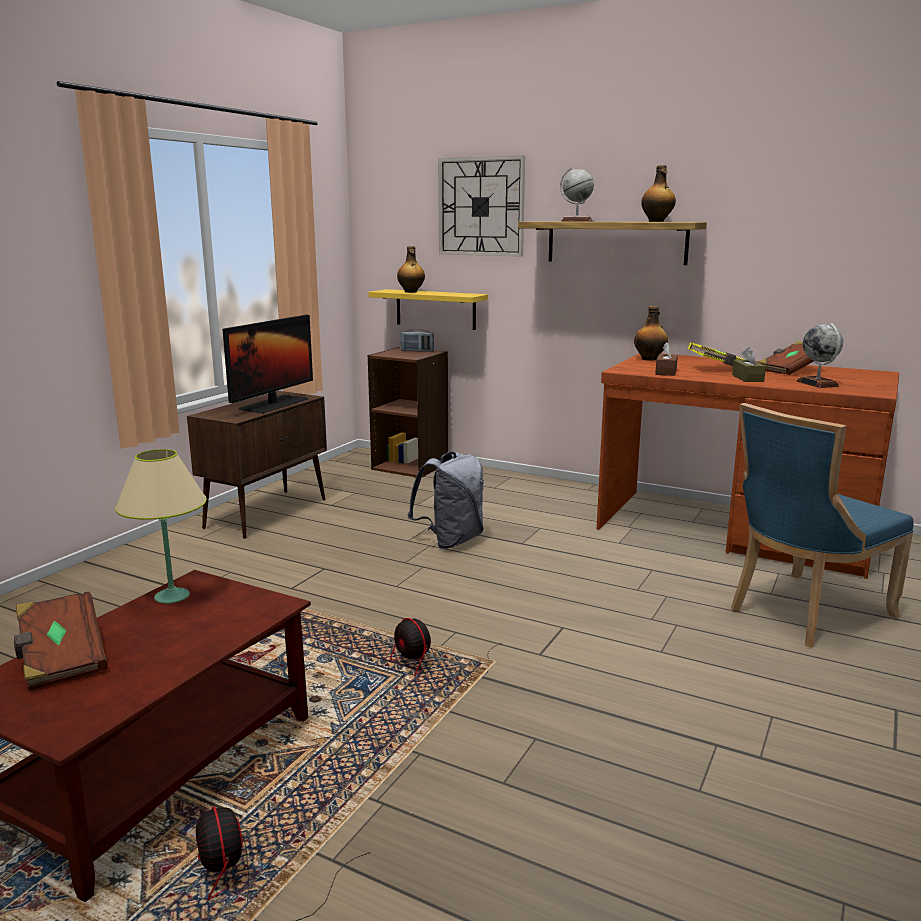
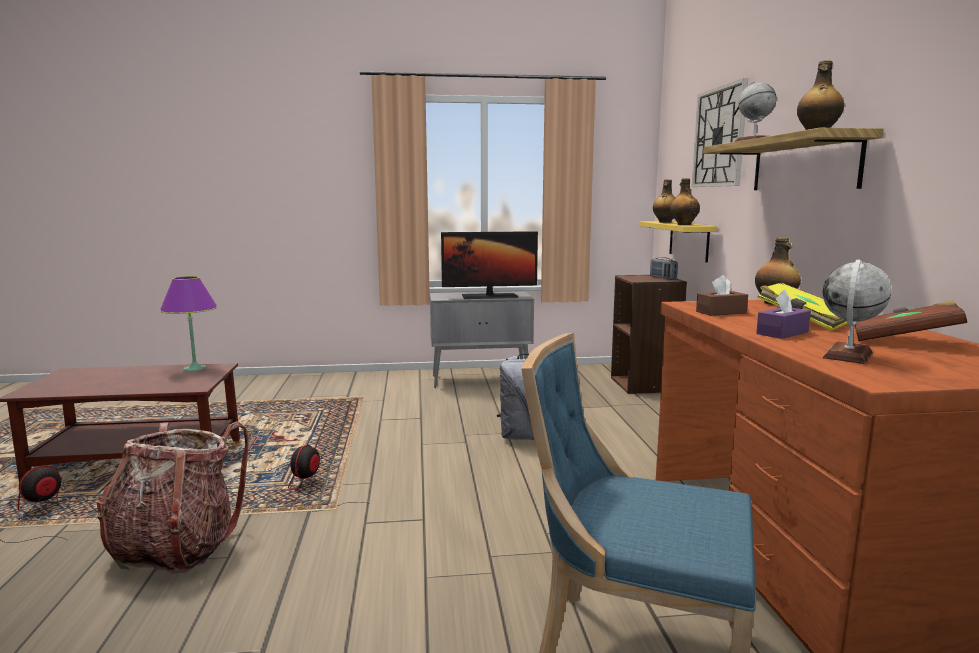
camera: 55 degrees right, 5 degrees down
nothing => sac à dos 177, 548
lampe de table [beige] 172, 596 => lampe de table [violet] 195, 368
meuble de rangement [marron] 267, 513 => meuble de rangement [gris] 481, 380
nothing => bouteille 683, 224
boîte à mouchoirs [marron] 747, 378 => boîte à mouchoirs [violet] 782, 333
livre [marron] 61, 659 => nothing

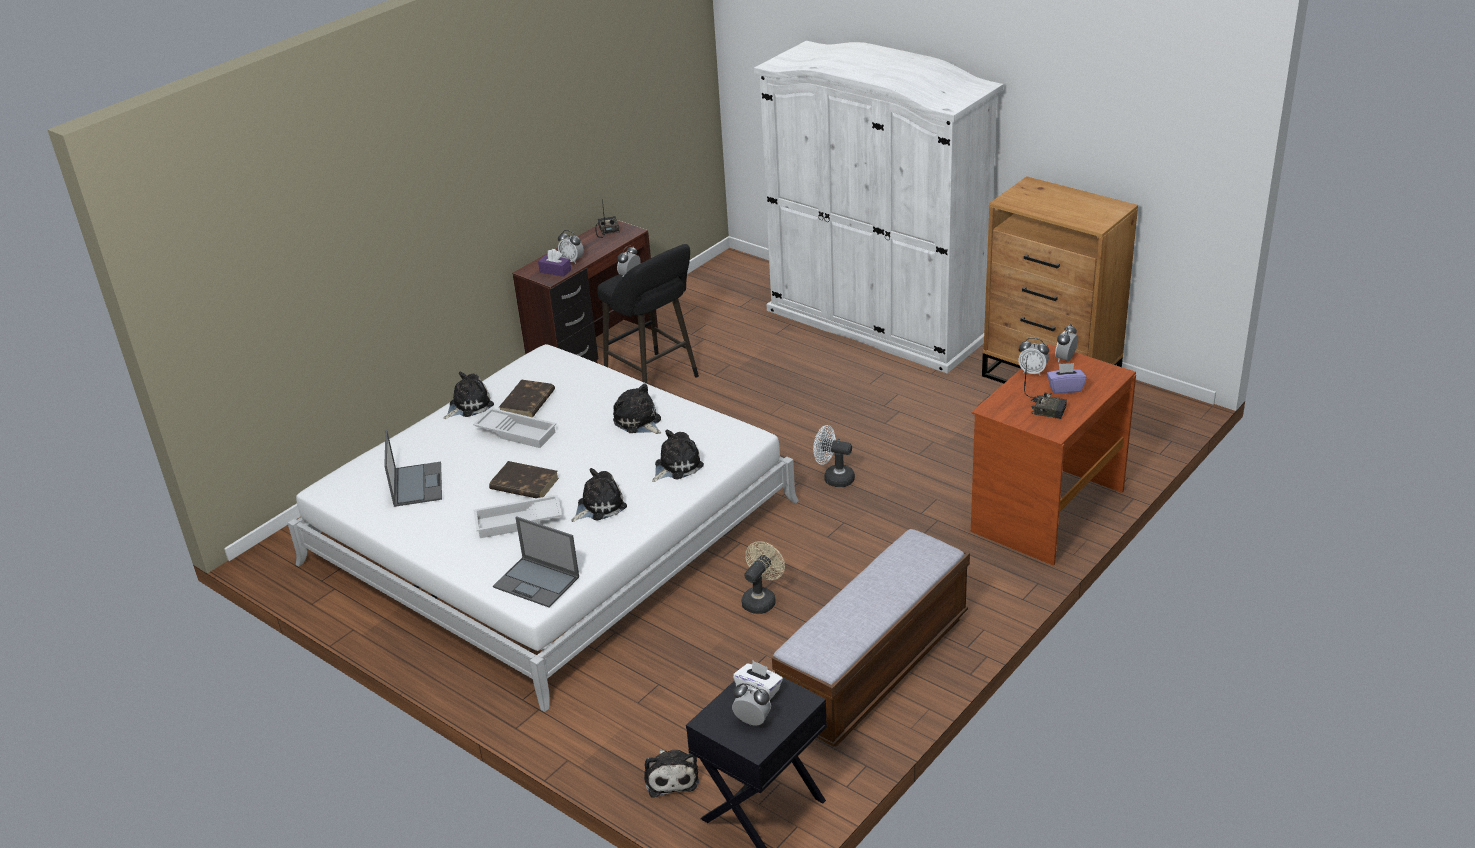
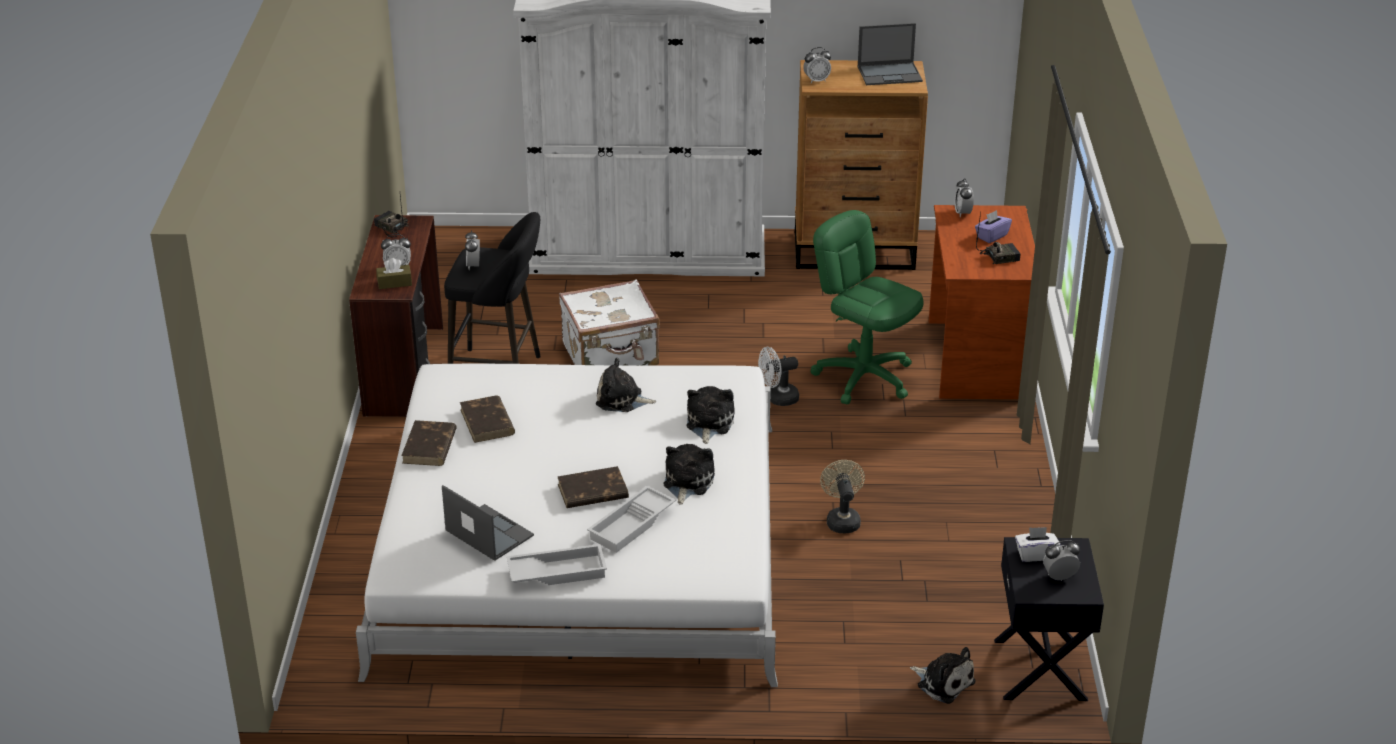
camera: 40 degrees left, 0 degrees up
boîte à mouchoirs [violet] 555, 271 => boîte à mouchoirs [marron] 394, 283
peluche 468, 405 => livre [marron] 429, 447
plateau [blanc] 517, 432 => plateau [blanc] 557, 571, relocated
nothing => valise [blanc] 611, 355
réveil 1032, 372 => réveil 816, 80, relocated
nothing => chaise de bureau [vert] 864, 377
ordinateur portable 537, 582 => ordinateur portable 890, 74, relocated
banc 874, 668 => nothing

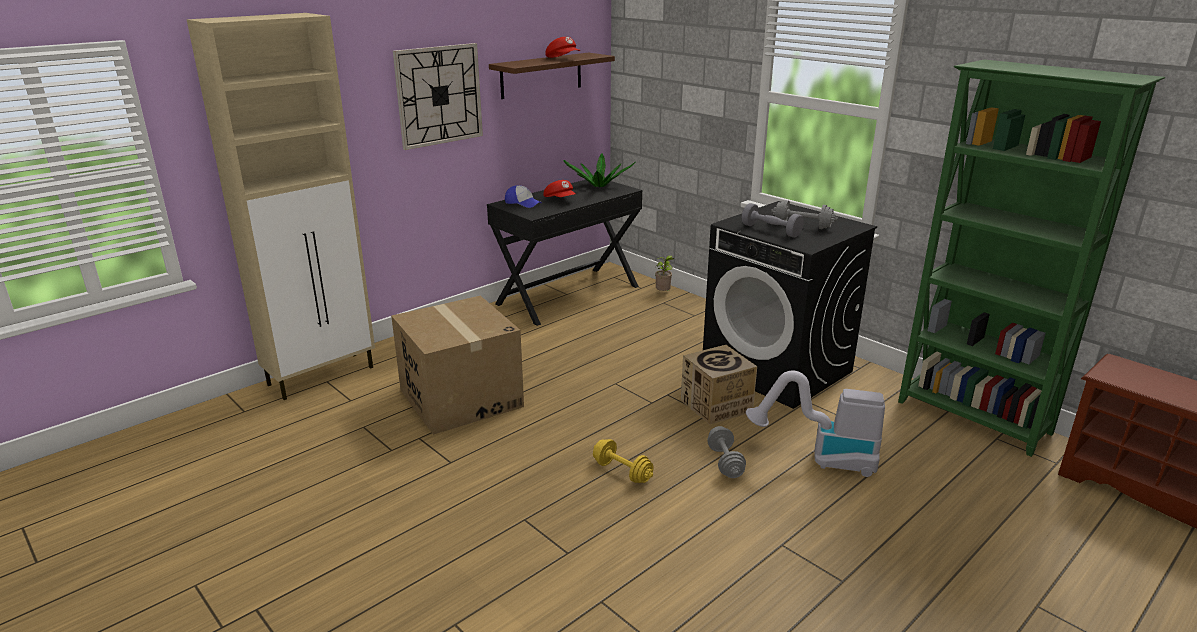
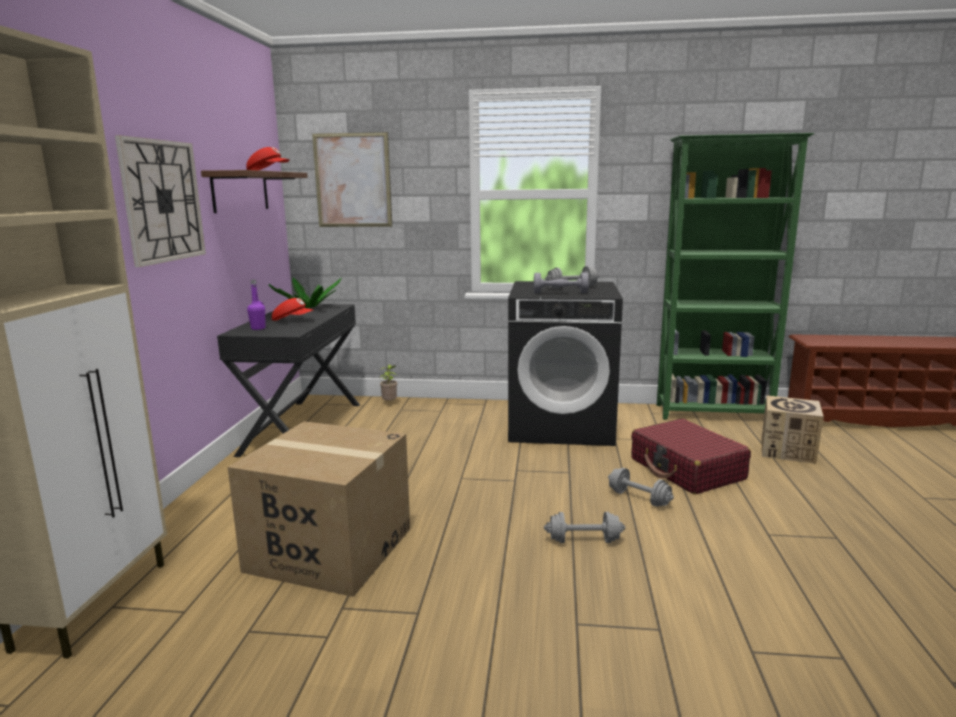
camera: 40 degrees left, 10 degrees down
casquette 523, 203 => bouteille [violet] 258, 328
nothing => tableau 353, 180
haltère [jaune] 622, 472 => haltère [gris] 584, 540
aspirateur 820, 459 => valise [rouge] 687, 469
carton 716, 406 => carton 788, 451, relocated

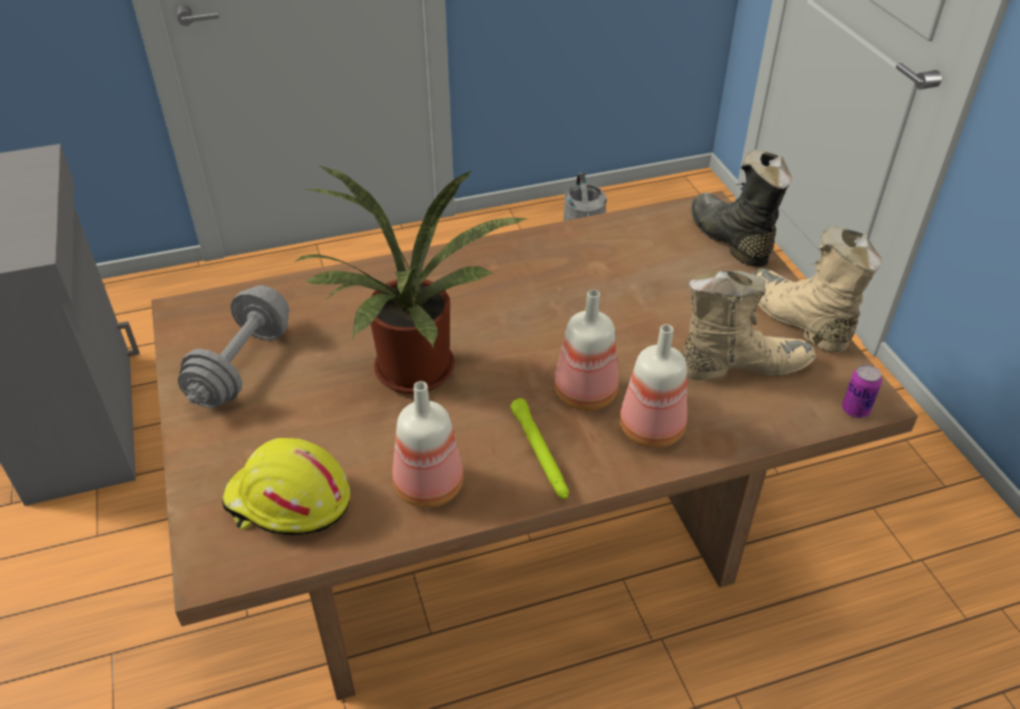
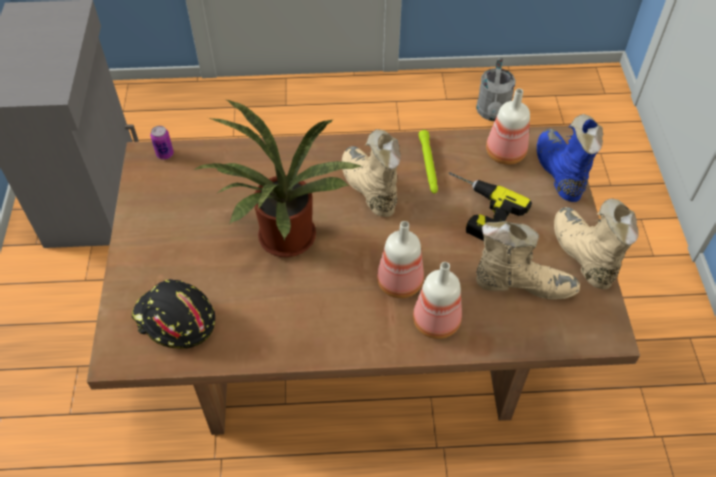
camera: 15 degrees right, 10 degrees up
casque de chantier [jaune] 288, 502 => casque de chantier [noir] 175, 320
boîte métallique 855, 410 => boîte métallique 165, 154, relocated
nothing => botte [beige] 368, 188
lampe de poche [vert] 540, 454 => lampe de poche [vert] 428, 165, relocated
nothing => perceuse 476, 210
bouteille 426, 486 => bouteille 504, 153, relocated
botte [noir] 729, 239 => botte [bleu] 558, 171
haltère [gris] 242, 366 => nothing

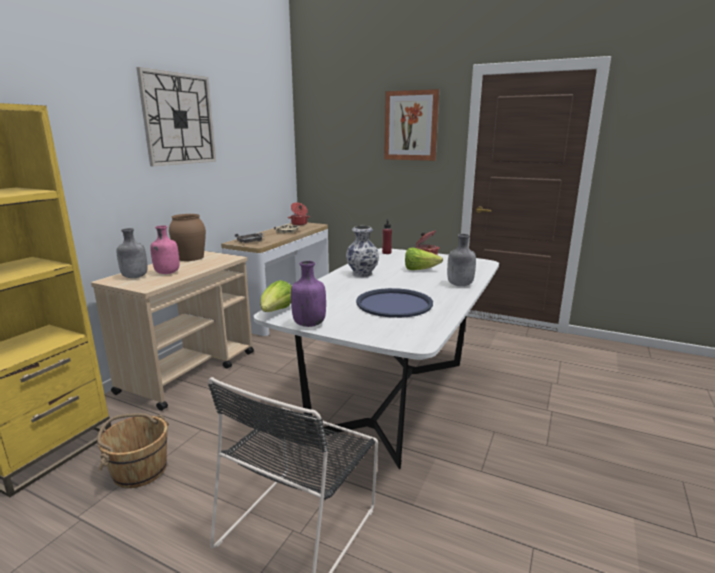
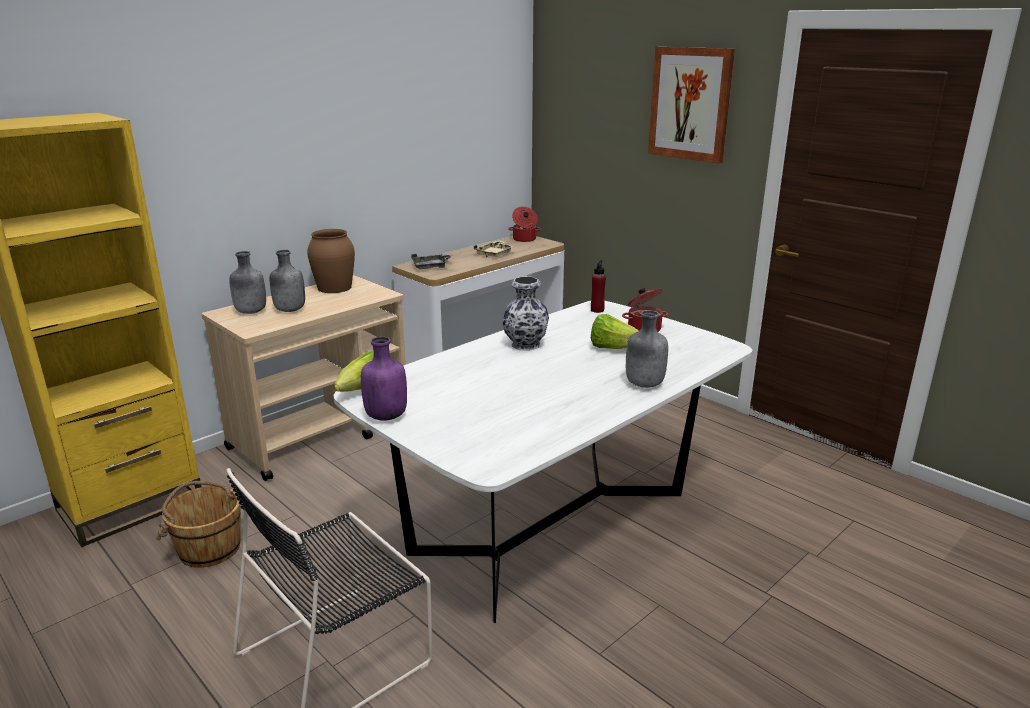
camera: 20 degrees right, 5 degrees up
bouteille [rose] 167, 273 => bouteille [gris] 289, 310
horloge murale 179, 119 => nothing
plateau [bleu] 394, 304 => nothing

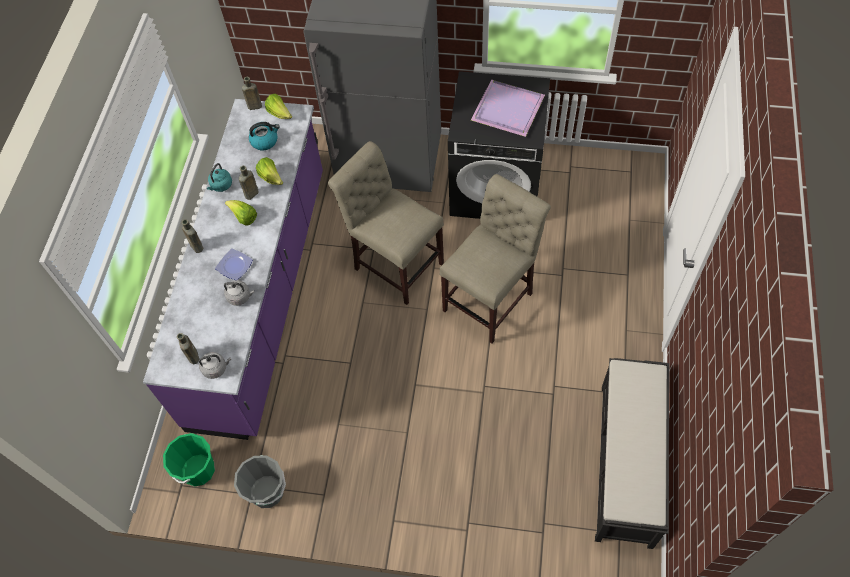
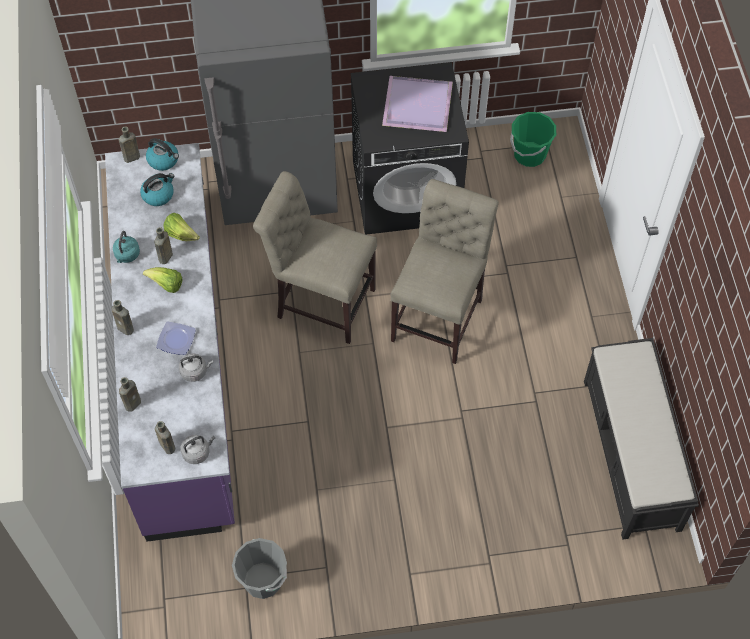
camera: 20 degrees left, 0 degrees up
nothing => bouteille [marron] 133, 403
laitue 279, 113 => bouilloire 164, 160
seau [vert] 198, 470 => seau [vert] 529, 154, relocated

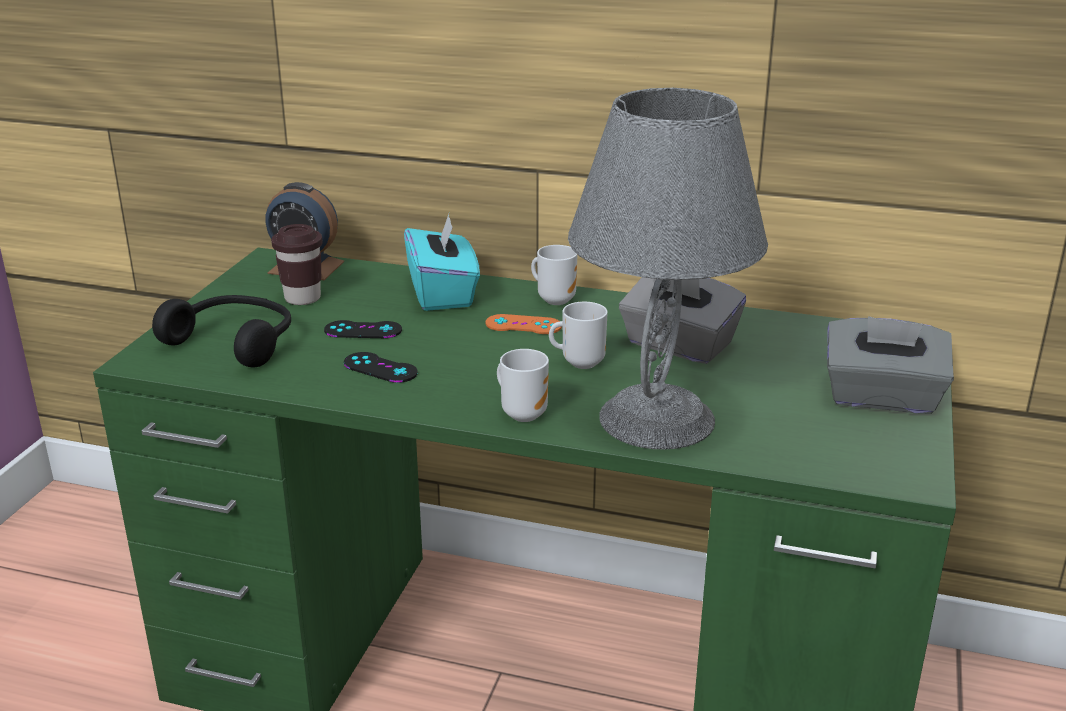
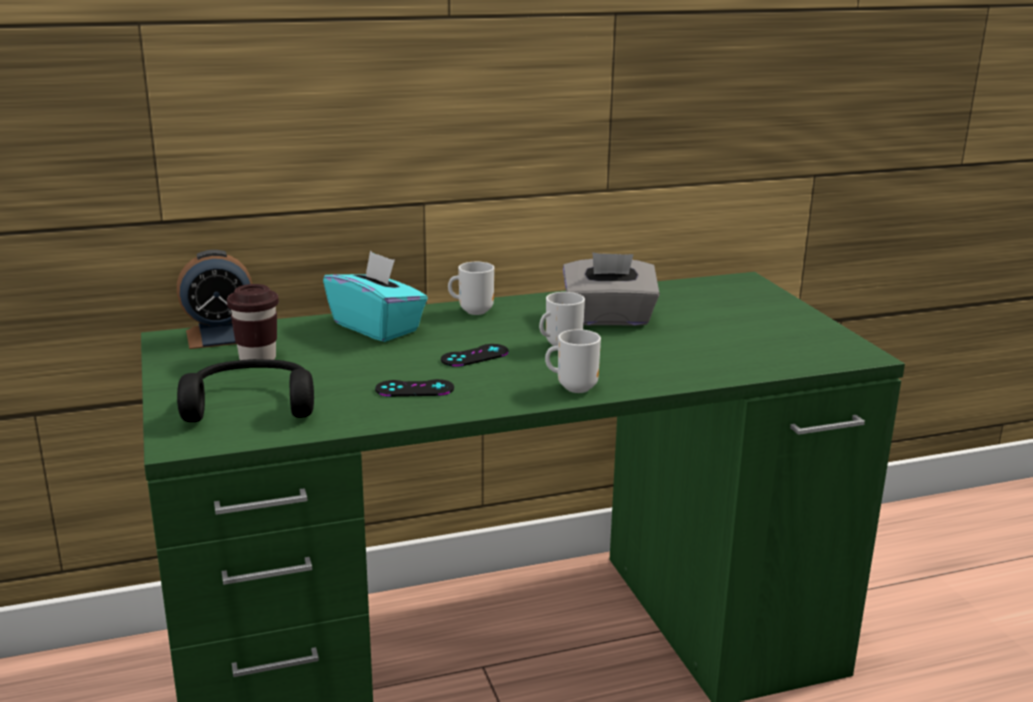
camera: 35 degrees left, 5 degrees down
manette [noir] 363, 330 => manette [noir] 474, 356, relocated
manette [orange] 523, 325 => nothing
lampe de table [gris] 655, 417 => nothing
boîte à mouchoirs [gris] 882, 398 => nothing

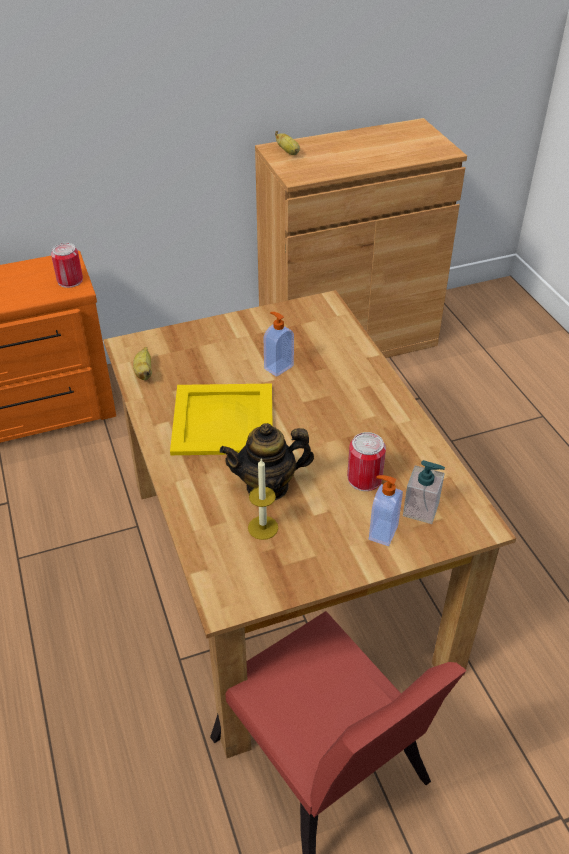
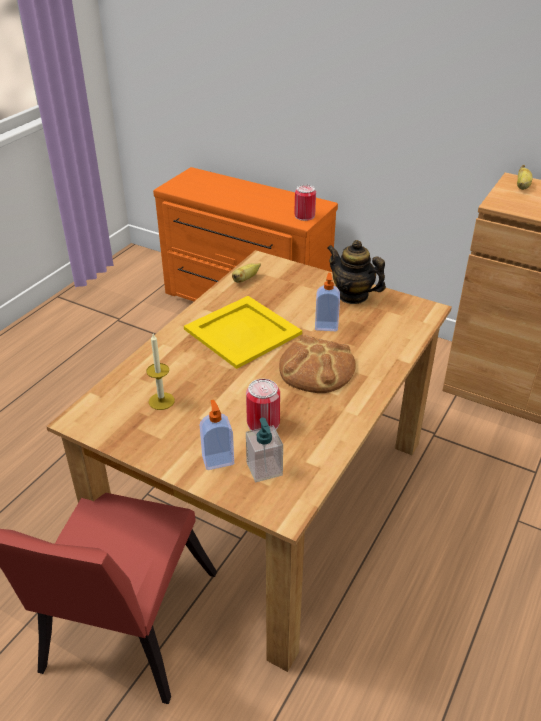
camera: 50 degrees right, 5 degrees down
nothing => pain 316, 368
théière 268, 486 => théière 352, 296, relocated

